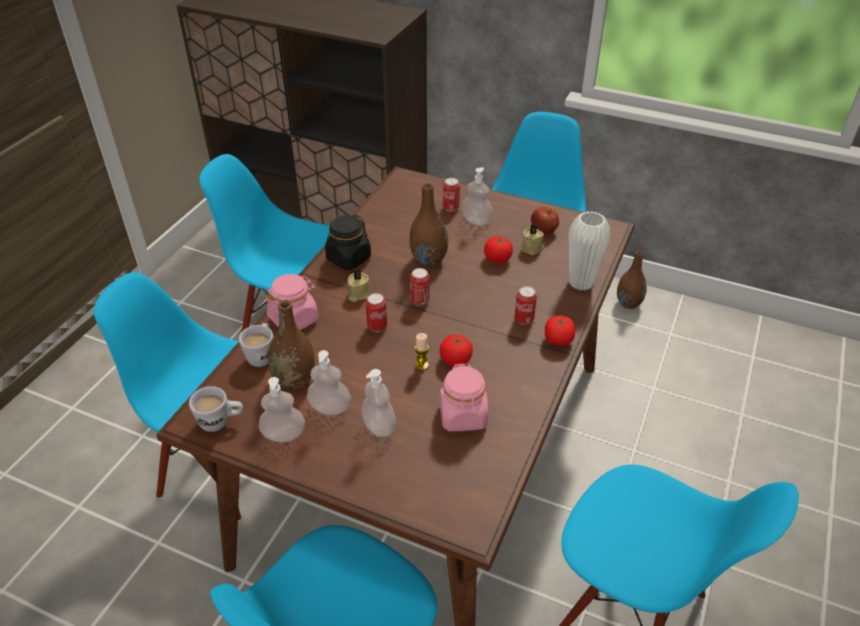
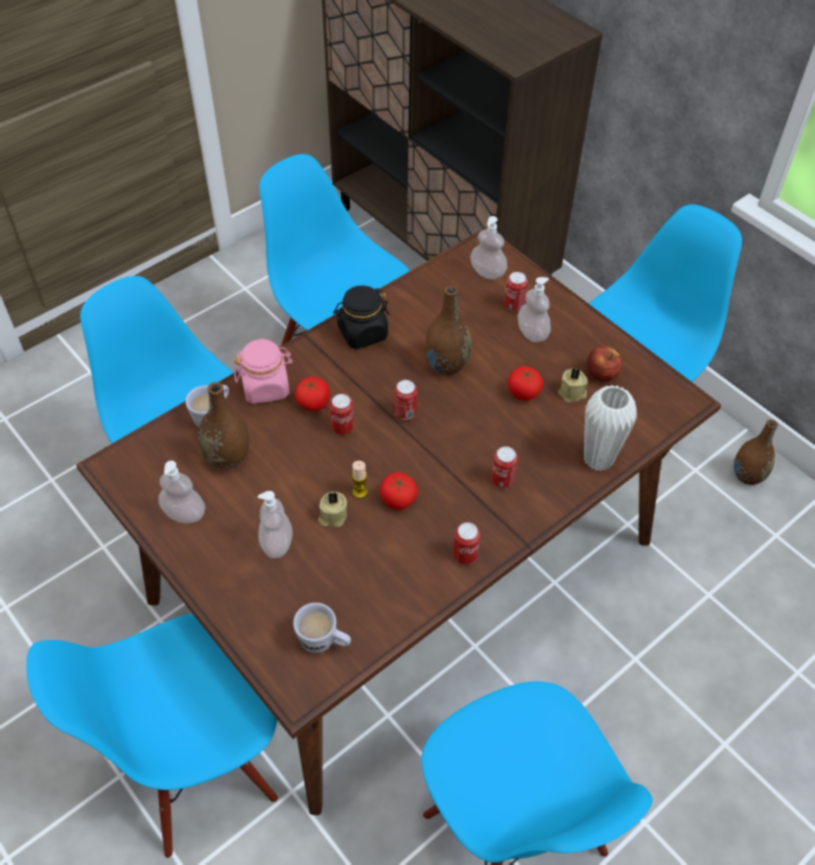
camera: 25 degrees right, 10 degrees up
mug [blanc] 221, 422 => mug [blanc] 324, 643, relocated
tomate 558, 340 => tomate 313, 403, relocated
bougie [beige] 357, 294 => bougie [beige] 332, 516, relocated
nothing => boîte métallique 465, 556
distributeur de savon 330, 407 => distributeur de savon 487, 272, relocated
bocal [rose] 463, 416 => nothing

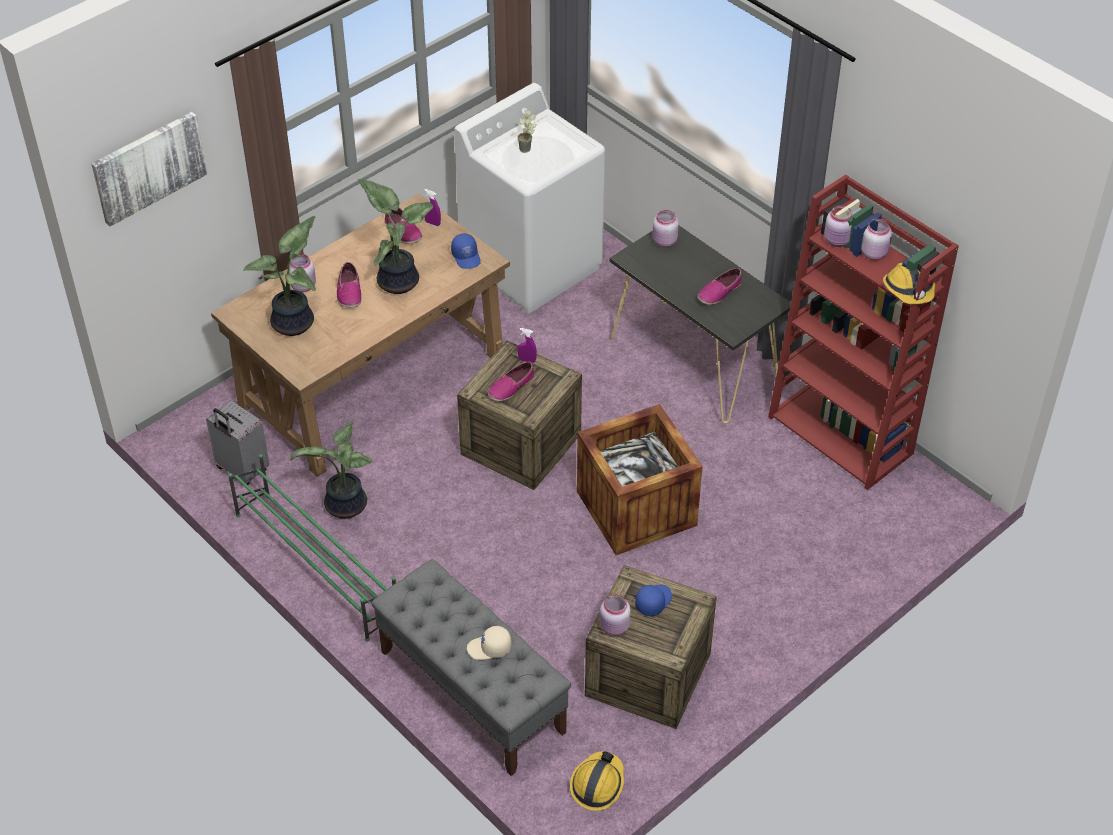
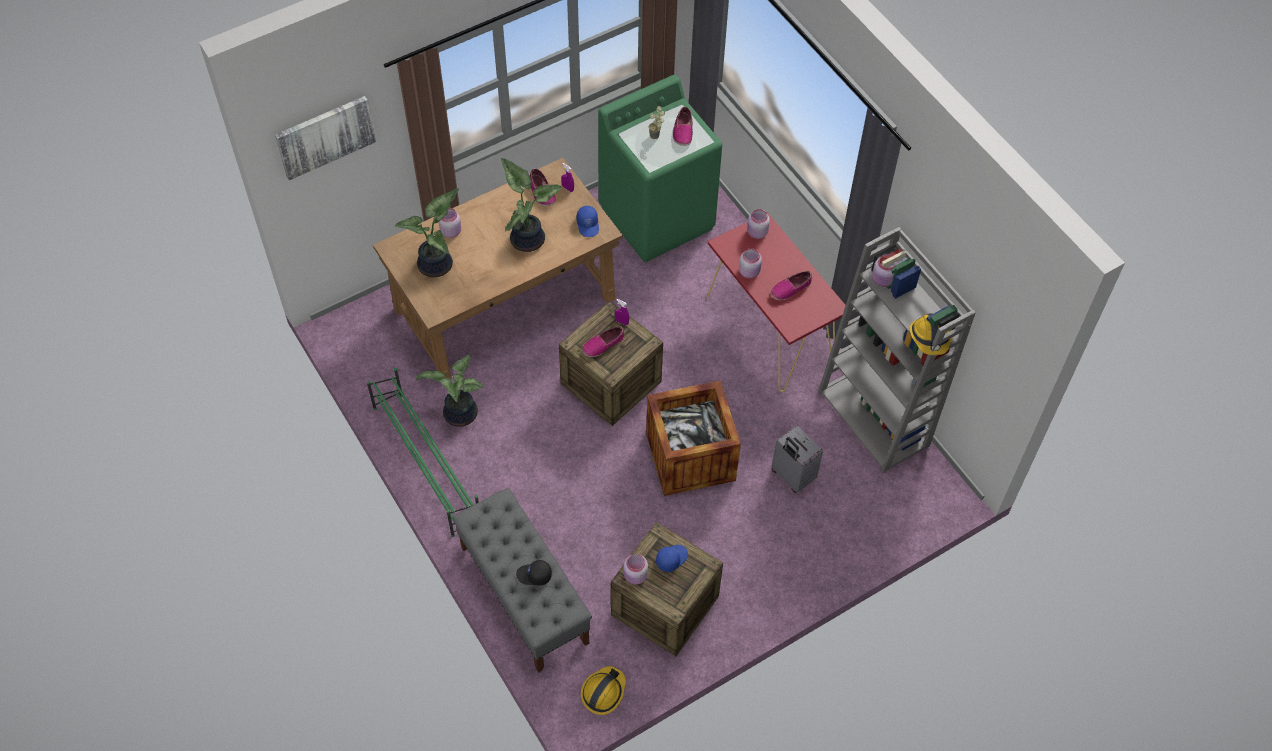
camera: 10 degrees right, 10 degrees up
casquette [beige] 489, 648 => casquette [noir] 534, 575
lave-linge [blanc] 532, 265 => lave-linge [vert] 657, 217
chaussure 349, 292 => chaussure 683, 131, relocated
table console [noir] 695, 362 => table console [rouge] 770, 330
bocal [rose] 874, 253 => bocal [rose] 749, 271, relocated
valise [gris] 241, 470 => valise [gris] 792, 476, relocated
bibliothèque [rouge] 842, 435 => bibliothèque [gris] 875, 419

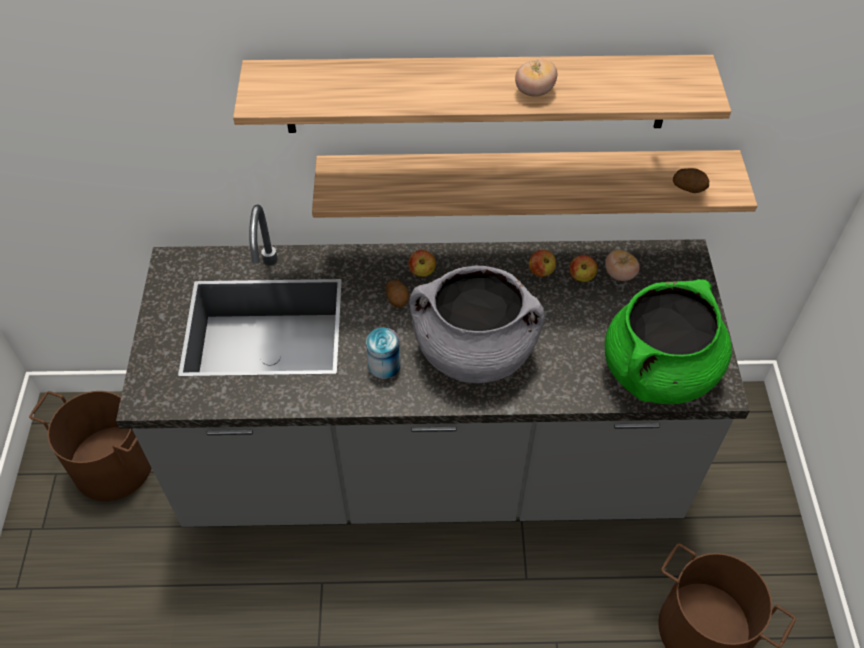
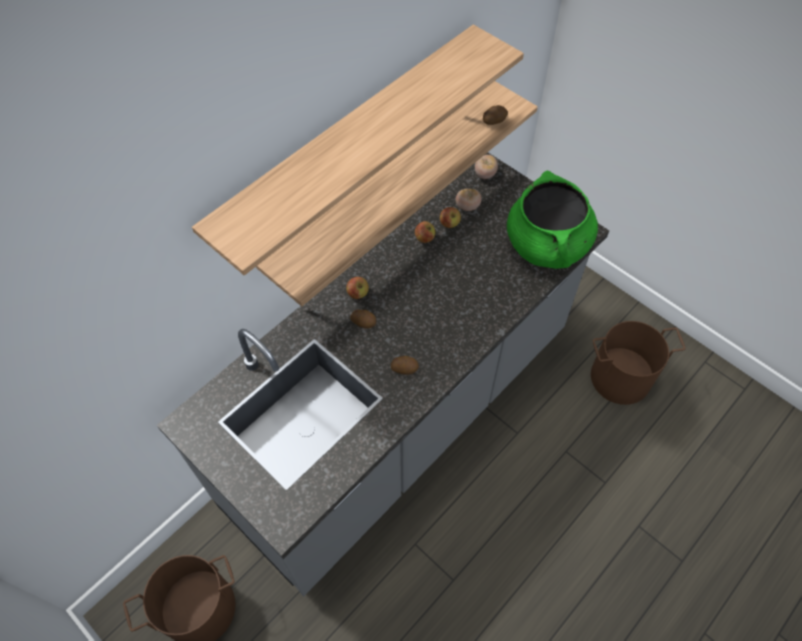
camera: 45 degrees left, 5 degrees up
boîte métallique 384, 365 => pomme de terre 404, 368
tomate 534, 91 => tomate 485, 174, relocated
marmite [gris] 474, 352 => nothing

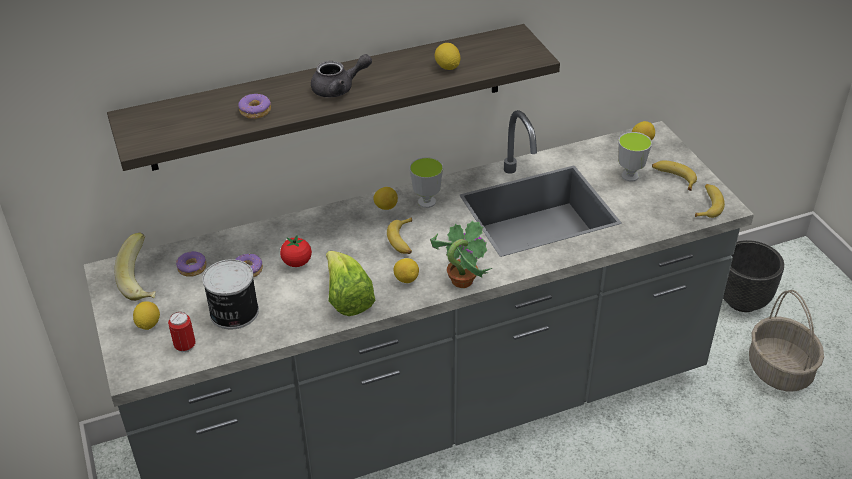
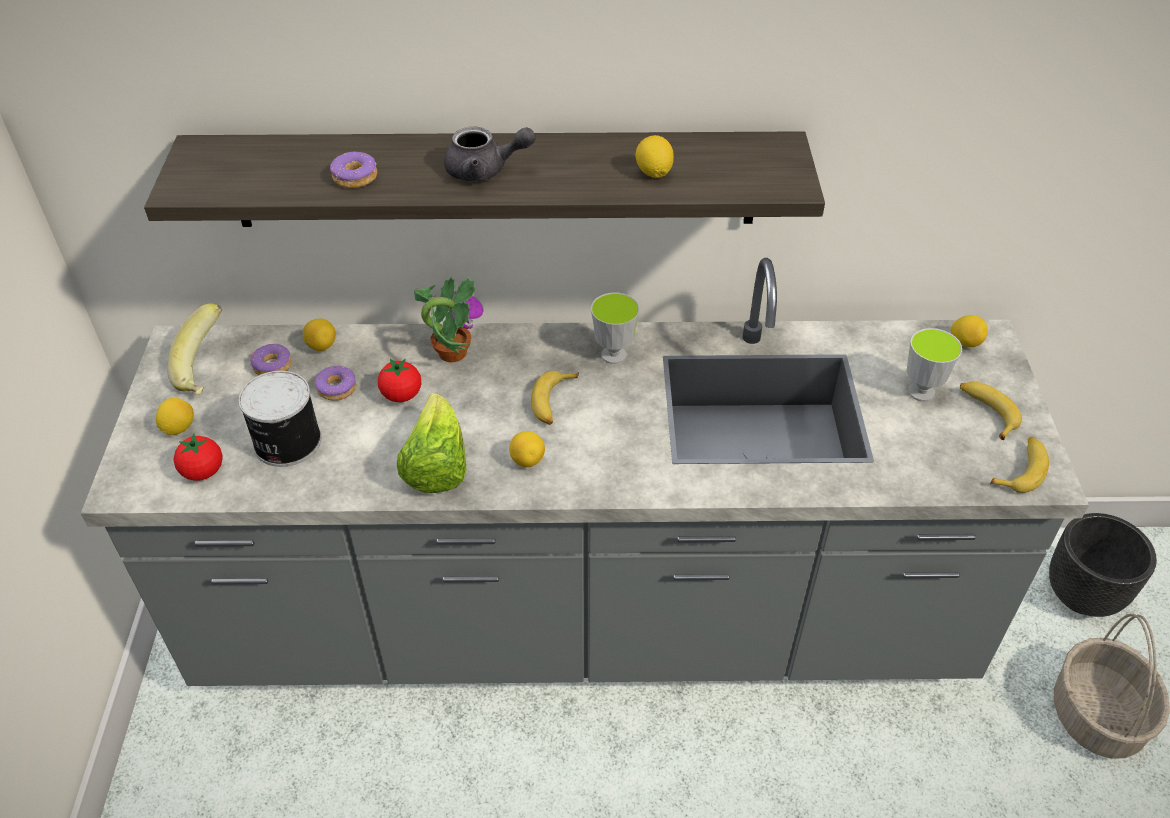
camera: 20 degrees right, 5 degrees up
boîte métallique 185, 346 => tomate 203, 471
citron 386, 207 => citron 321, 346, relocated
plante en pot 461, 280 => plante en pot 451, 352, relocated

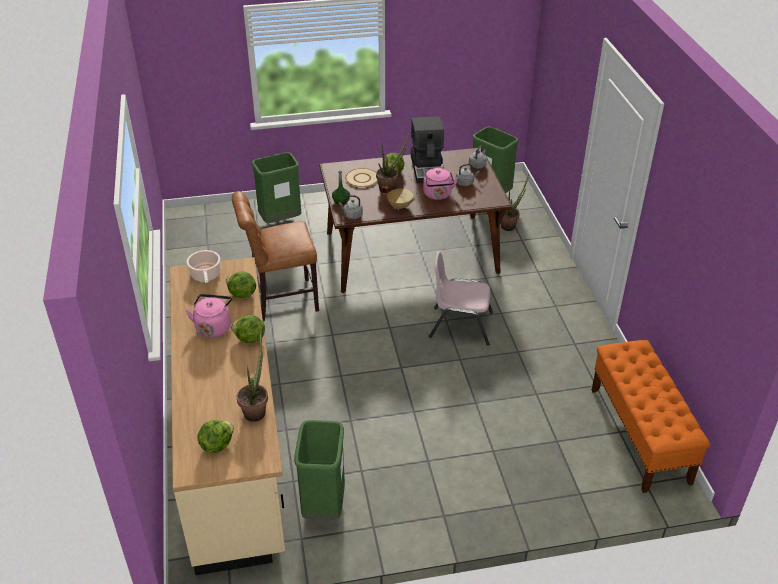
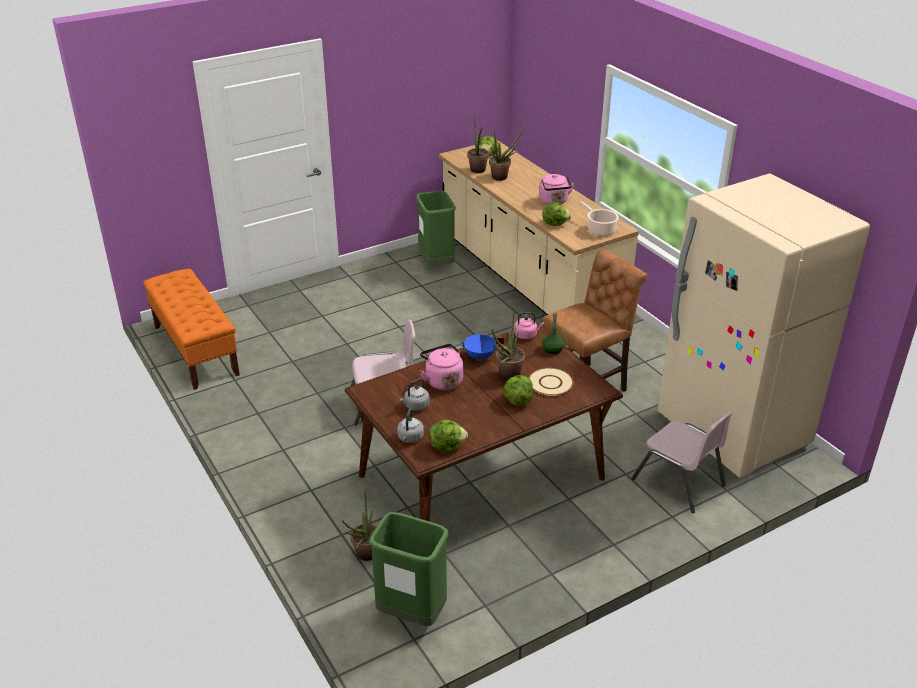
camera: 160 degrees right, 5 degrees down
laitue 249, 339 => laitue 447, 446, relocated
marmite [beige] 400, 206 => marmite [bleu] 480, 357
nothing => plante en pot 503, 177
bouilloire [gris] 351, 215 => bouilloire [rose] 526, 335
poubelle [vert] 280, 220 => chaise [rose] 679, 482
nothing => réfrigérateur [beige] 732, 432
machine à café 428, 168 => nothing

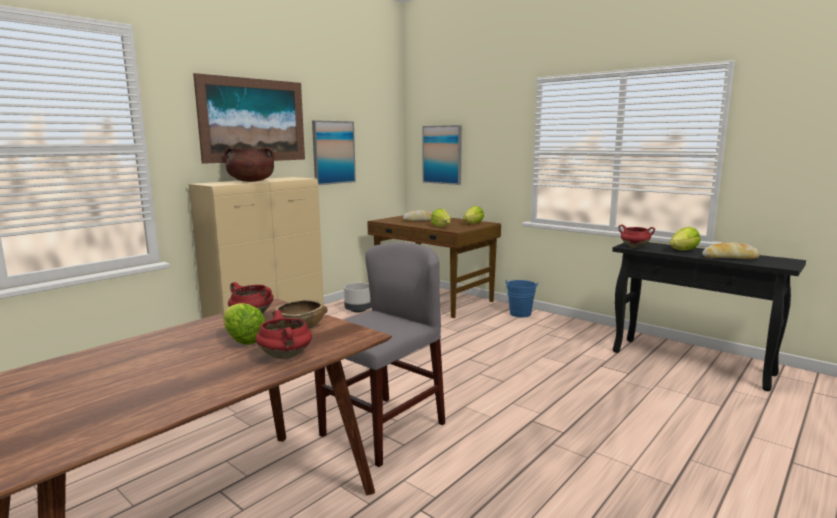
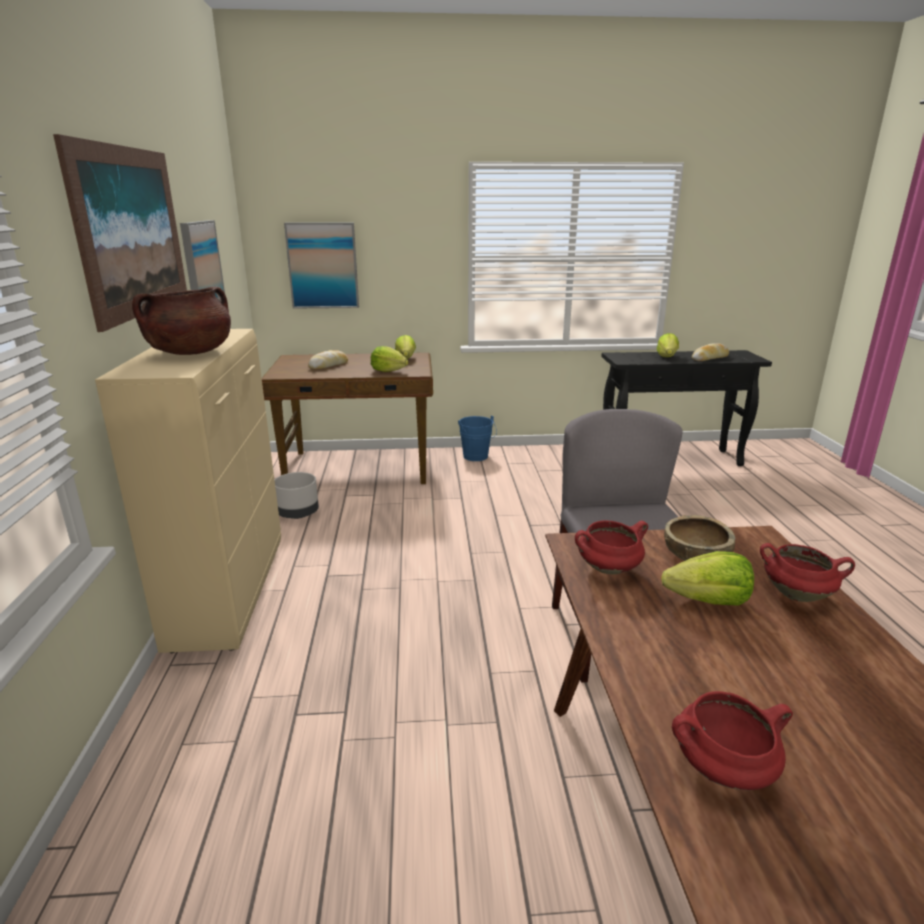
camera: 45 degrees left, 10 degrees up
marmite [rouge] 634, 247 => marmite [rouge] 722, 770, relocated

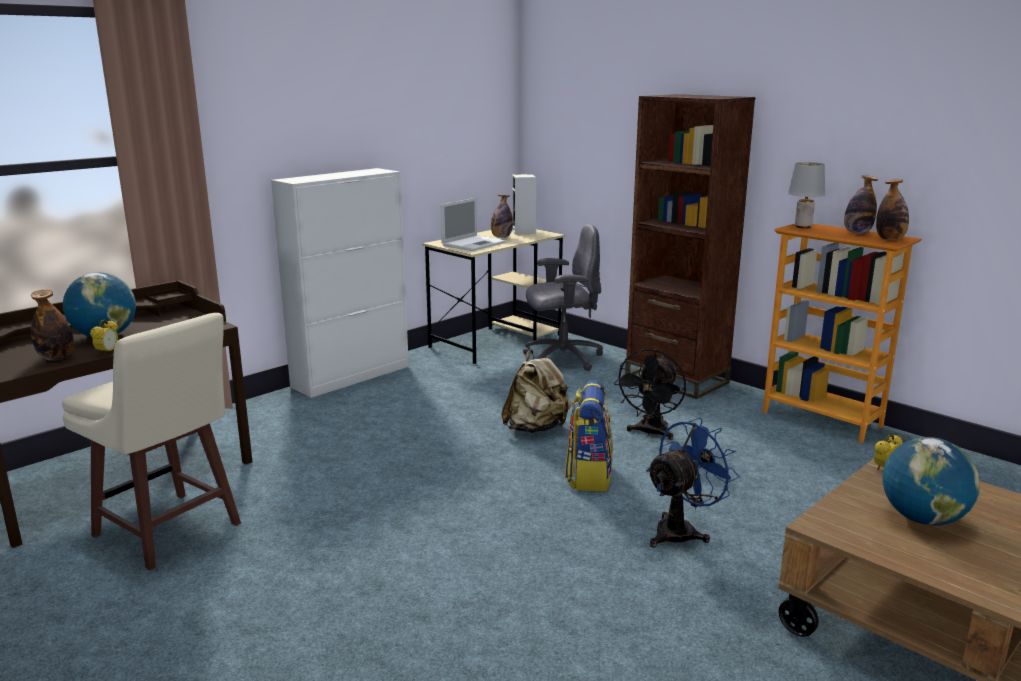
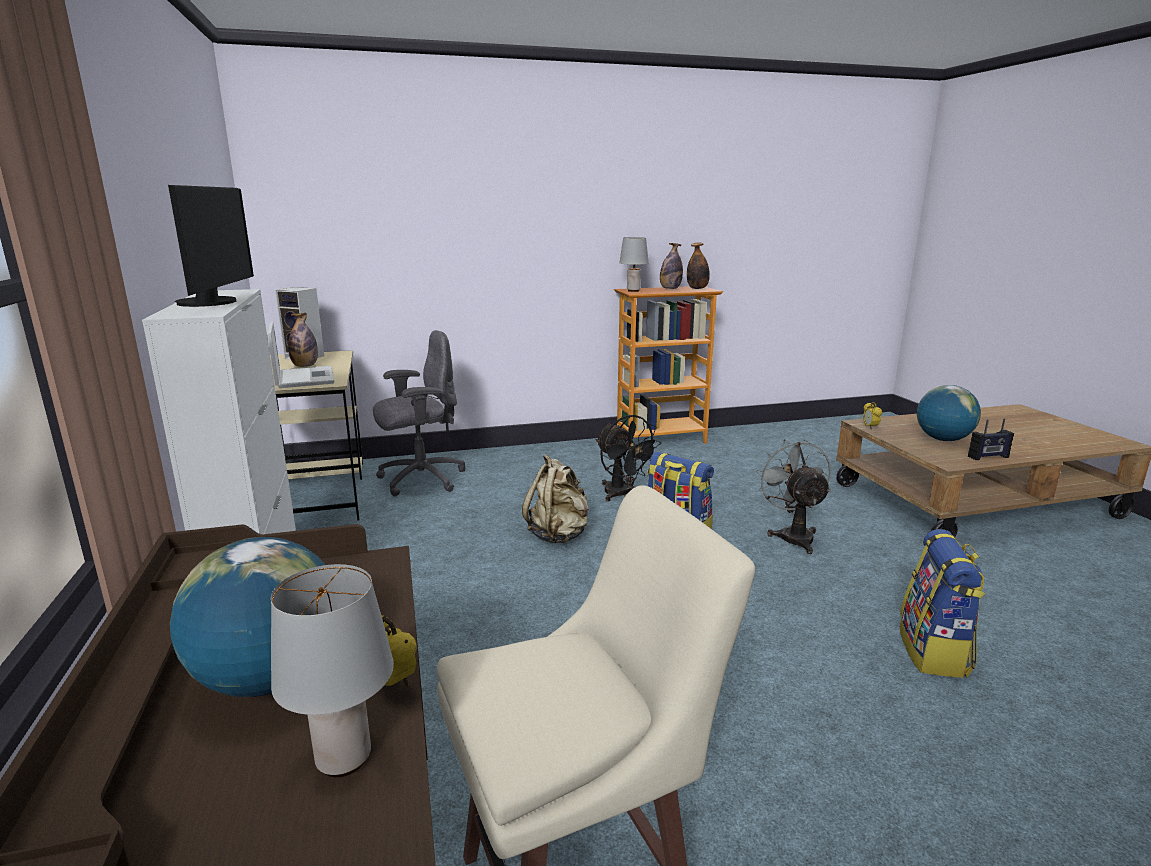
camera: 60 degrees left, 0 degrees up
nothing => écran d'ordinateur 214, 302
bouteille 56, 358 => lampe de table [gris] 345, 758
chaise de bureau [gris] 561, 358 => chaise de bureau [gris] 420, 479, 45 degrees clockwise
ventilateur [bleu] 682, 531 => ventilateur [gris] 792, 535
nothing => sac à dos 934, 652
nothing => radio 988, 457
bibliothèque [marron] 676, 379 => nothing

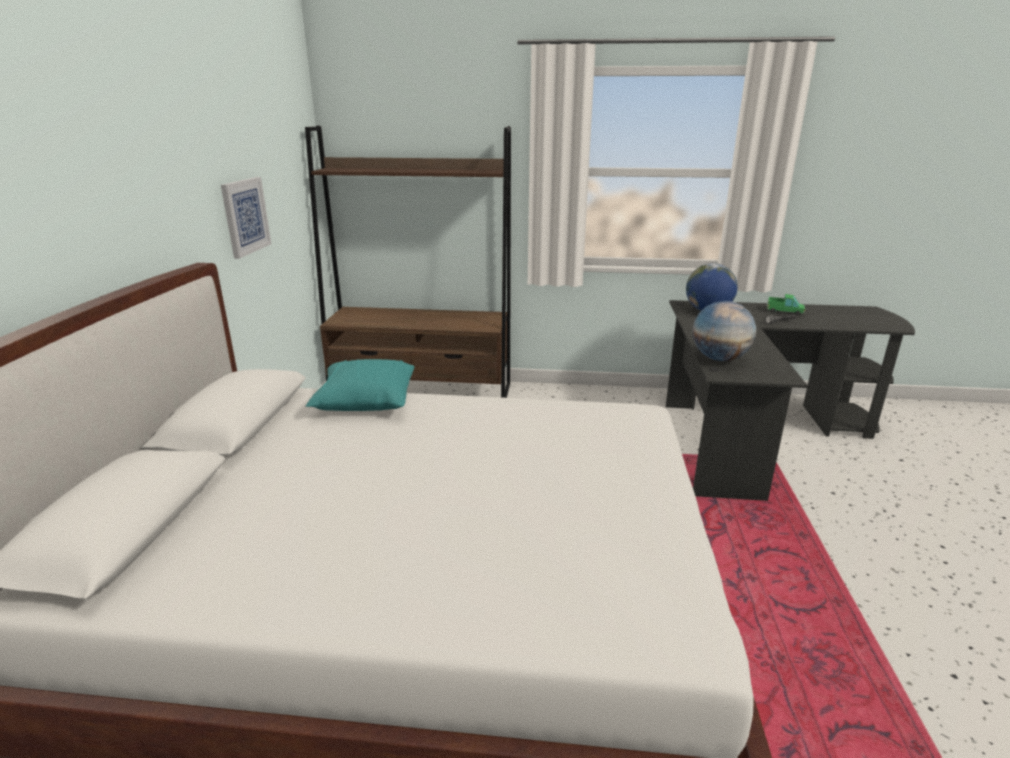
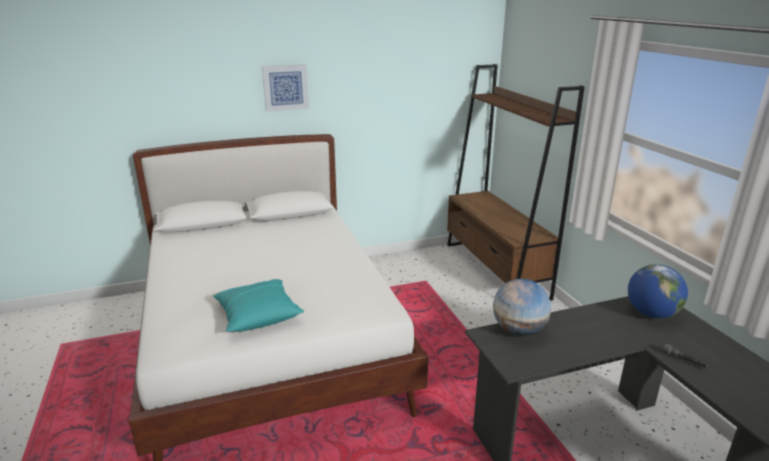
camera: 65 degrees right, 0 degrees up
coussin [turquoise] 365, 401 => coussin [turquoise] 258, 315, relocated
tableau 245, 216 => tableau 285, 87, relocated
camion jouet 784, 311 => nothing

